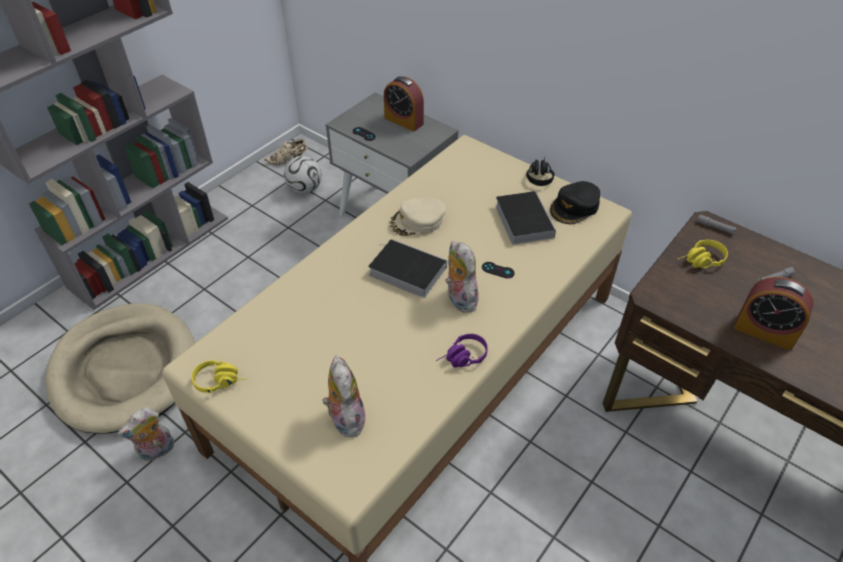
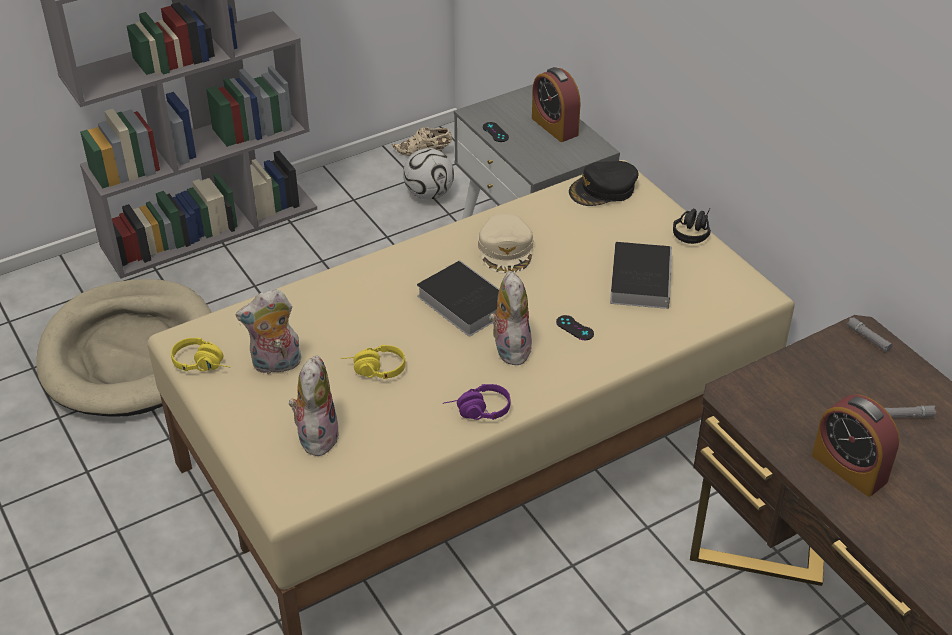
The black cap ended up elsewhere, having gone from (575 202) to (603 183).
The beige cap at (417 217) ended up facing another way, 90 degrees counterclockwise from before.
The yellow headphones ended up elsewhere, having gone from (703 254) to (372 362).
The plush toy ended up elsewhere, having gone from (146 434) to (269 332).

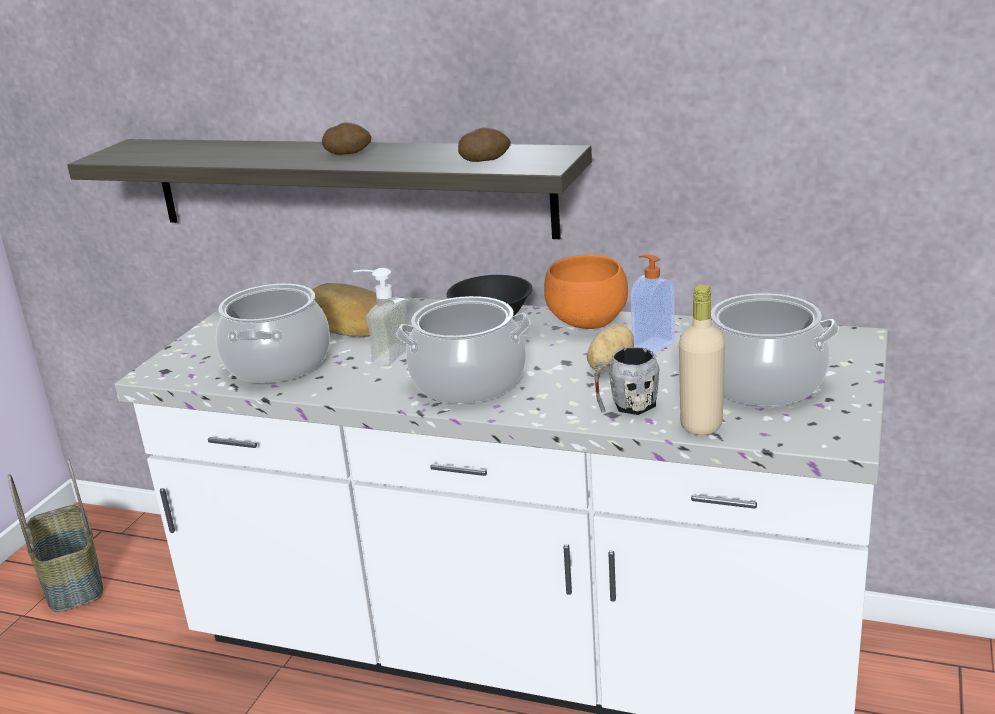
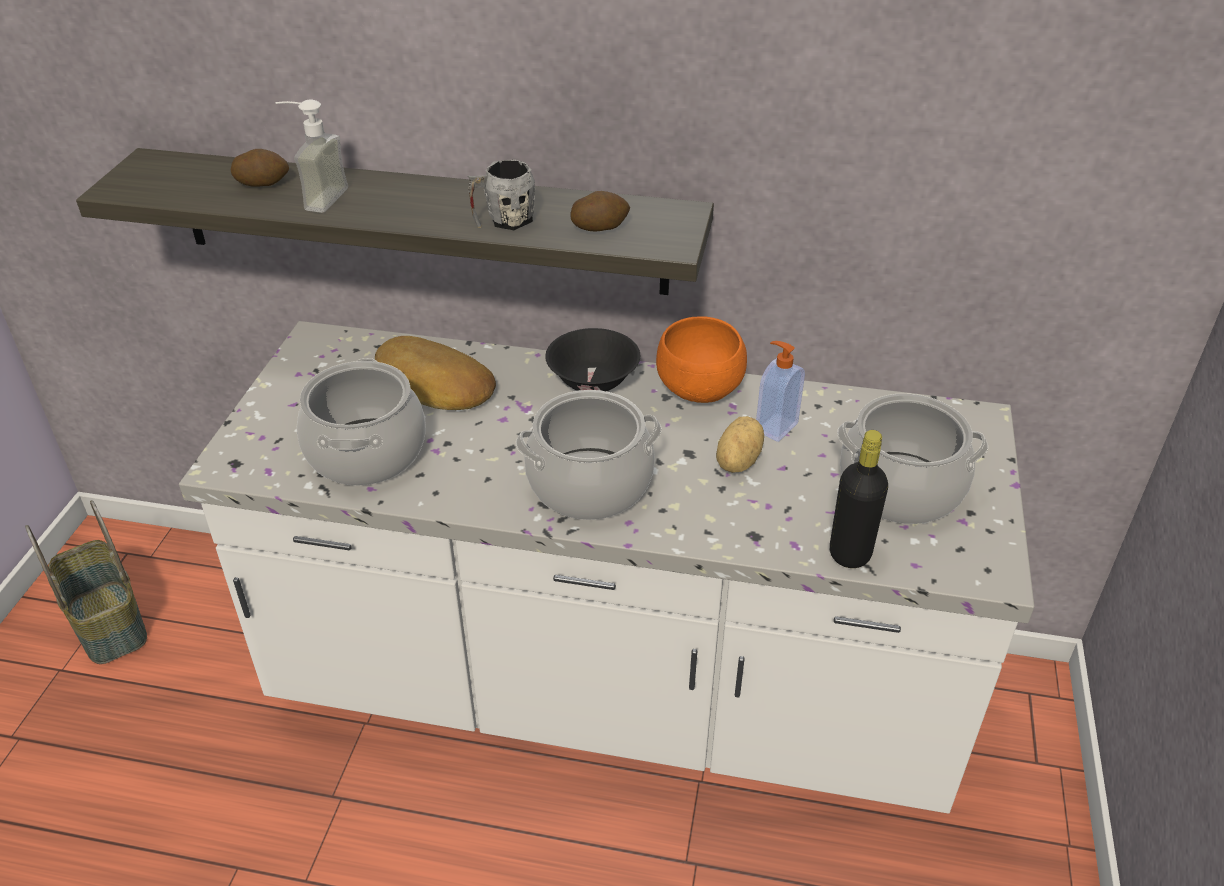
The potato ended up elsewhere, having gone from (346 138) to (260 168).
The soap dispenser ended up elsewhere, having gone from (381 316) to (312 156).
What was the beige bottle at (702 360) turned into the black bottle at (859 499).
The grey mug ended up elsewhere, having gone from (627 381) to (501 195).

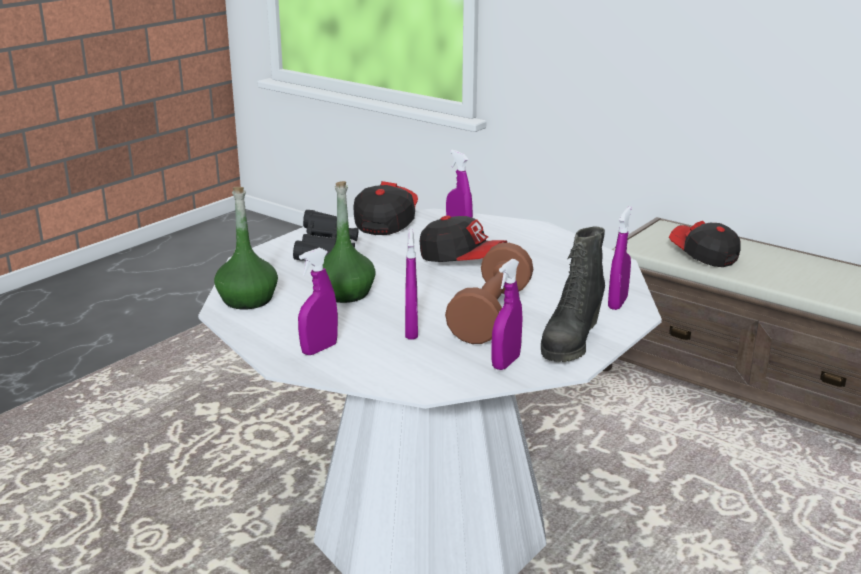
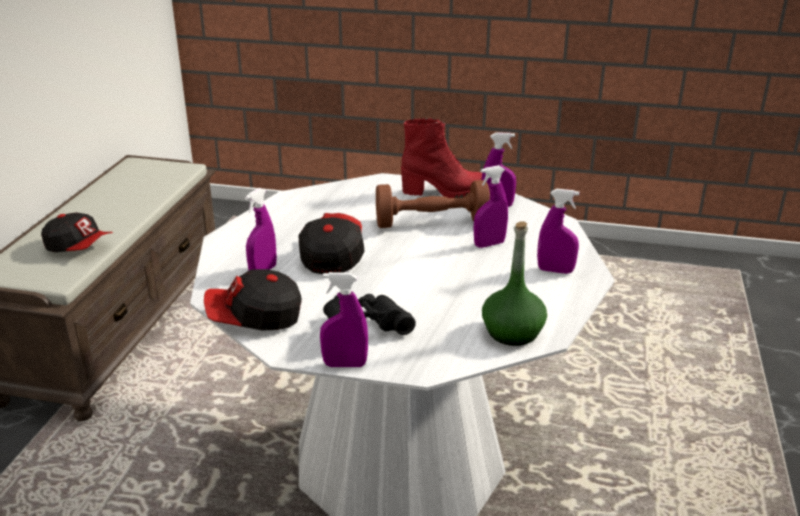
The second view lost the green bottle at (349 242).
The purple spray bottle ended up elsewhere, having gone from (620 258) to (344 319).
The cap at (705 244) ended up facing another way, 90 degrees counterclockwise from before.
What was the black boot at (573 294) turned into the red boot at (441 158).

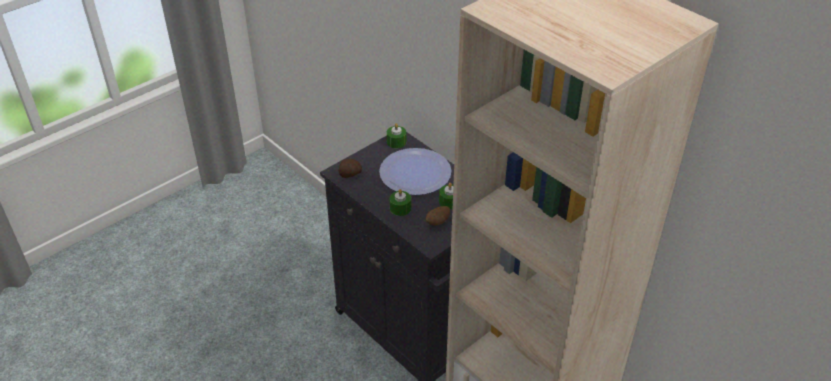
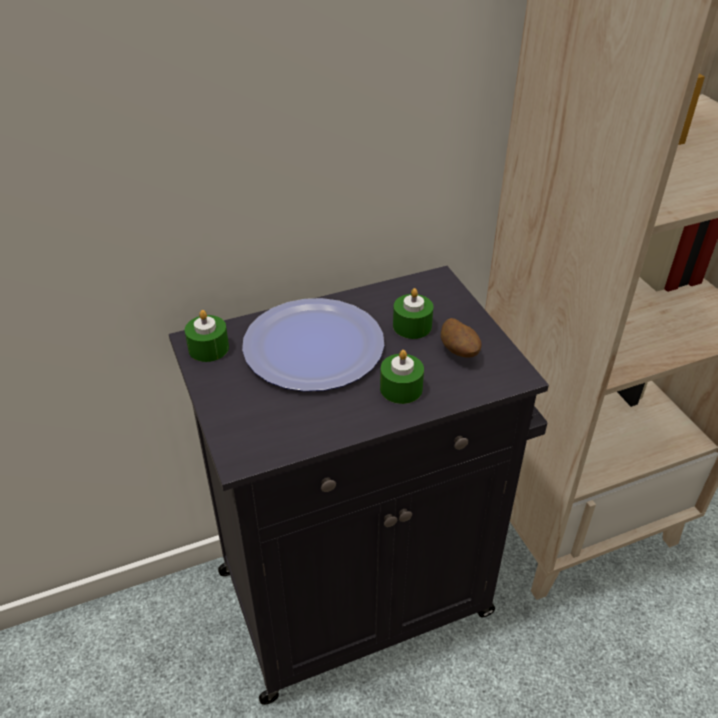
The second view lost the potato at (350 168).

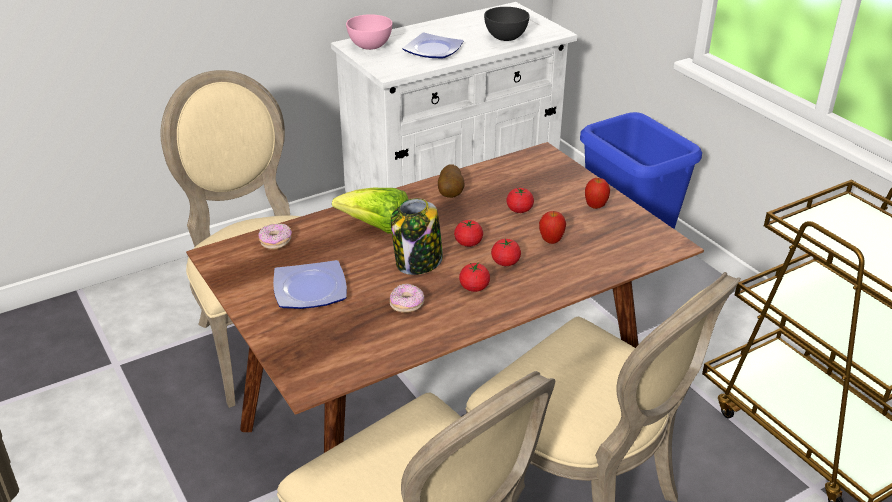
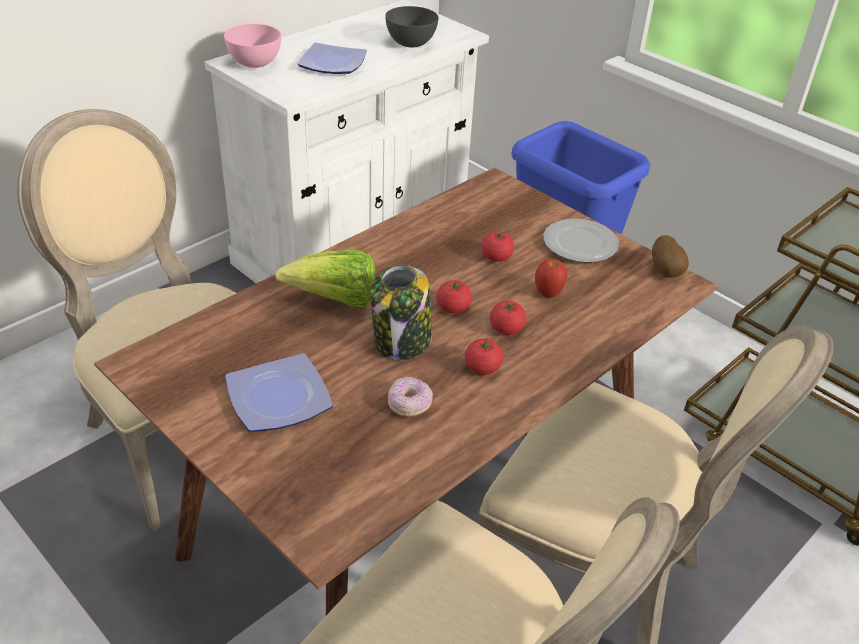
The potato ended up elsewhere, having gone from (451 181) to (670 256).
Where the apple stood at (597 193), the plate came to stand at (581 241).
The second view lost the donut at (275 237).

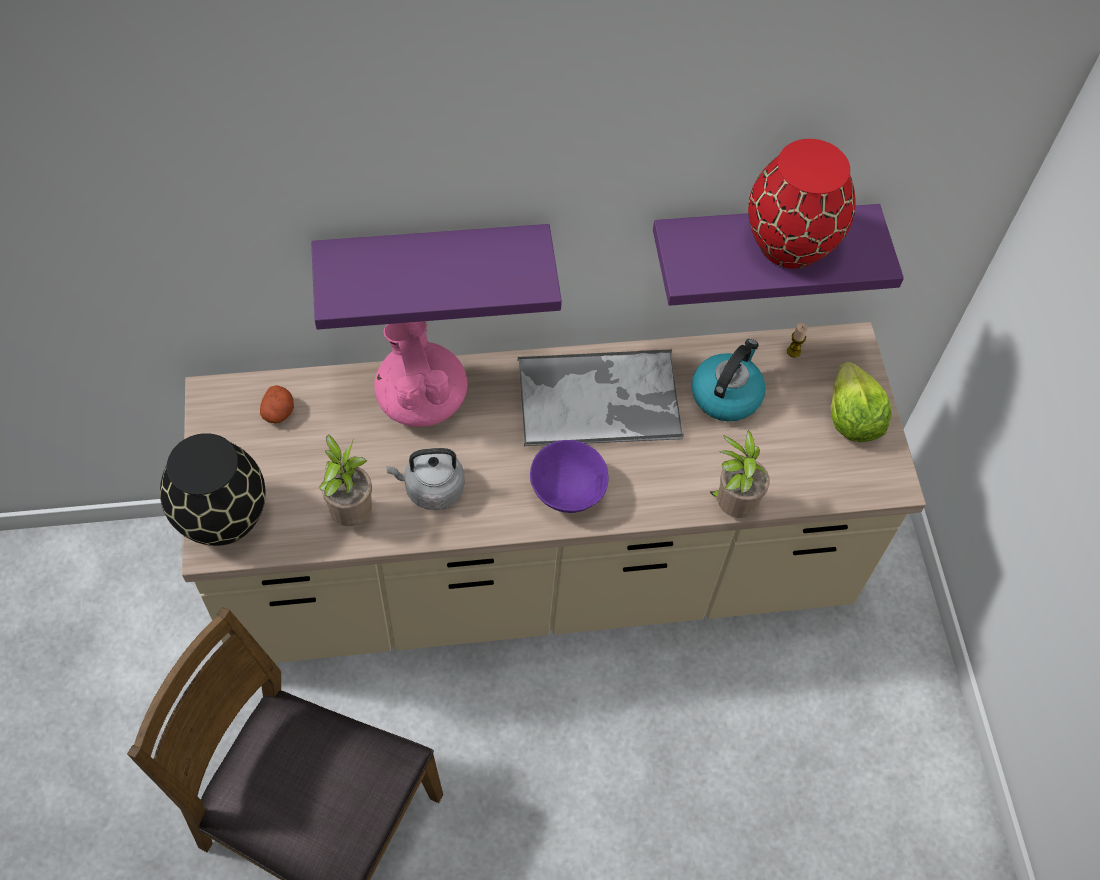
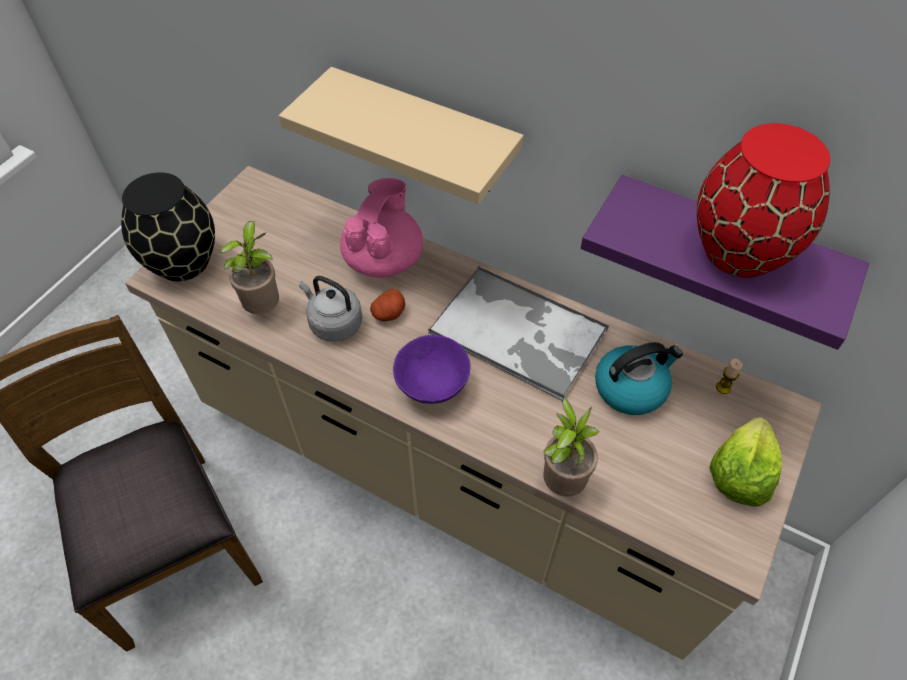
What was the purple shelf at (436 277) turned into the beige shelf at (401 135).
The potato ended up elsewhere, having gone from (277 404) to (387 305).

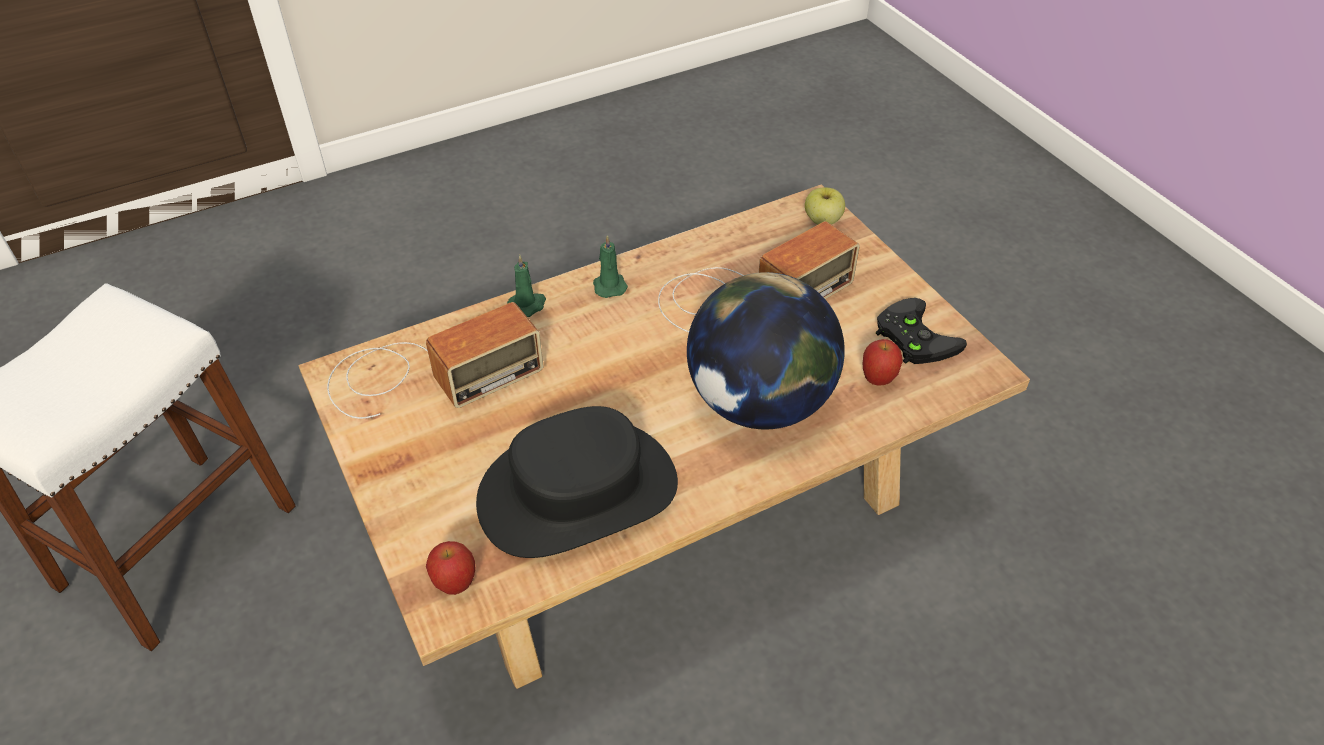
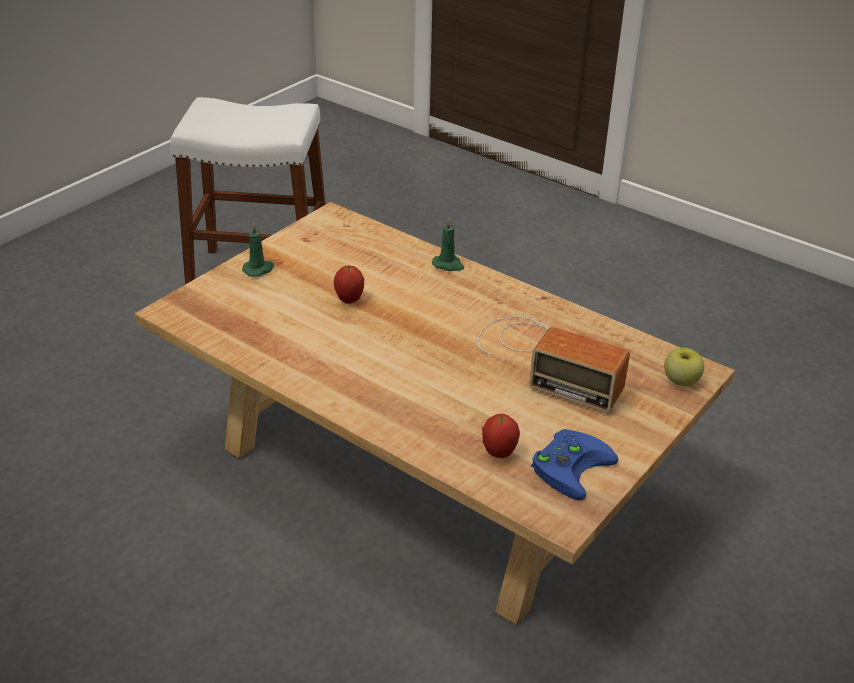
The green candle ended up elsewhere, having gone from (610 266) to (258 250).
The second view lost the globe at (766 351).
What was the black game controller at (921 331) turned into the blue game controller at (574 464).
The second view lost the radio at (435 360).
The second view lost the black hat at (577 482).
The apple ended up elsewhere, having gone from (451 568) to (349 284).

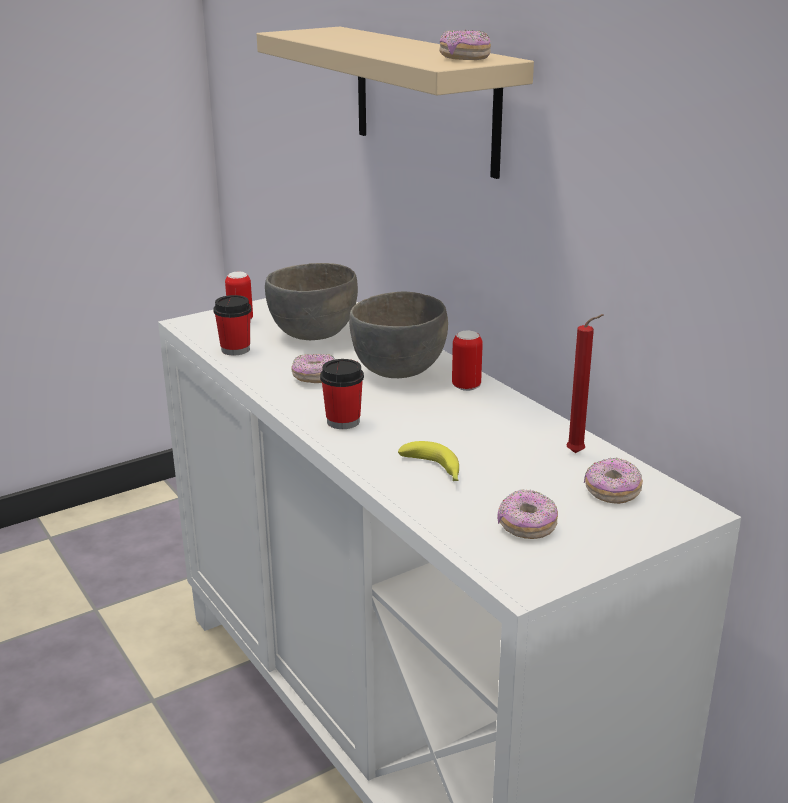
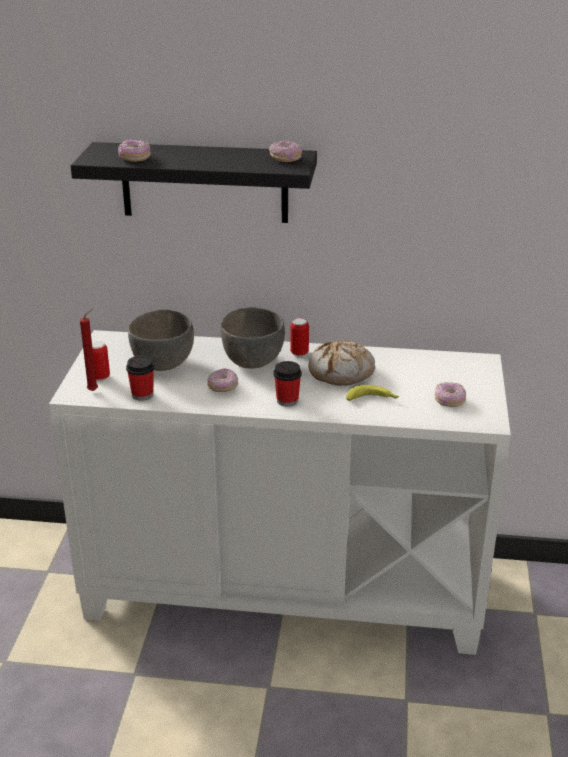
What was the beige shelf at (395 103) turned into the black shelf at (194 182).
The red candle ended up elsewhere, having gone from (585 383) to (89 350).
The donut ended up elsewhere, having gone from (613 481) to (134 150).
The second view gained the bread at (341 363).

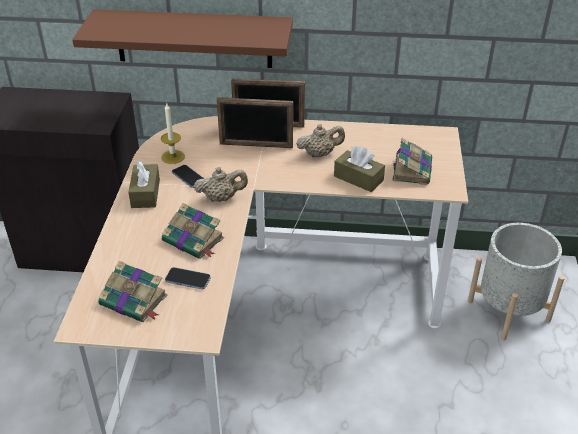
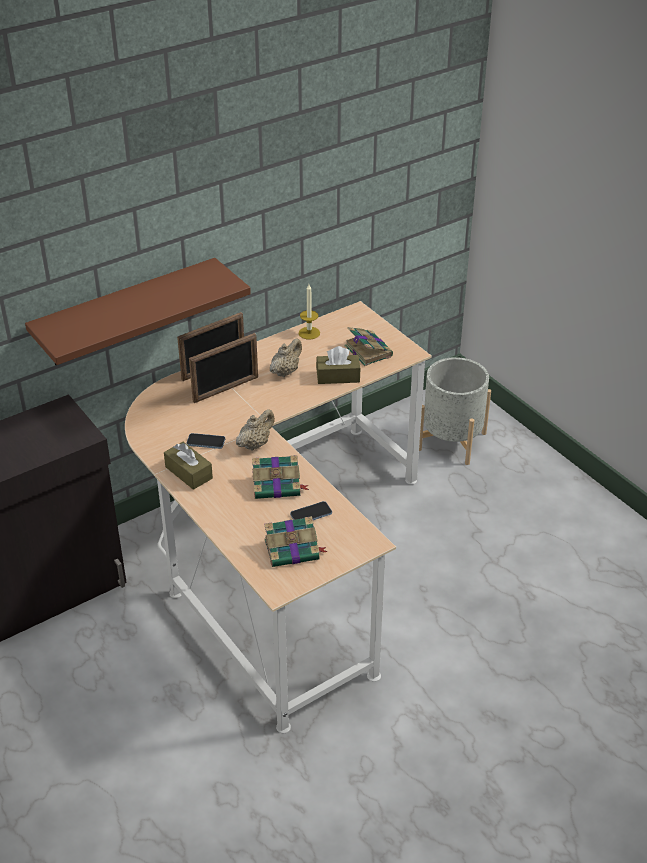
The candle ended up elsewhere, having gone from (173 134) to (309 312).

